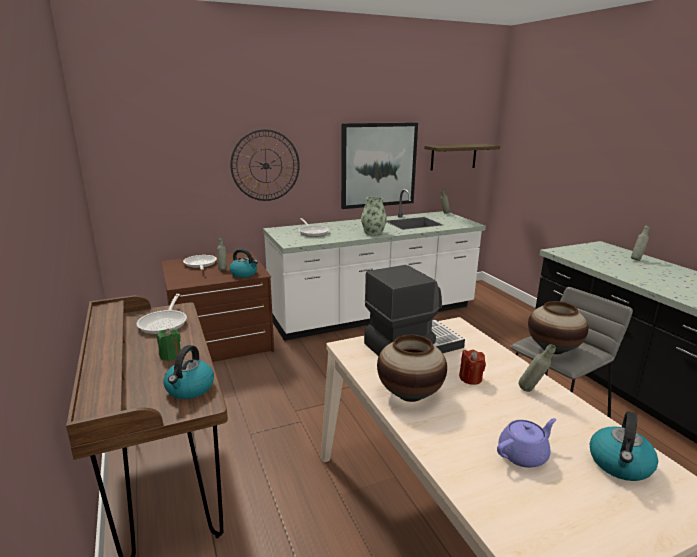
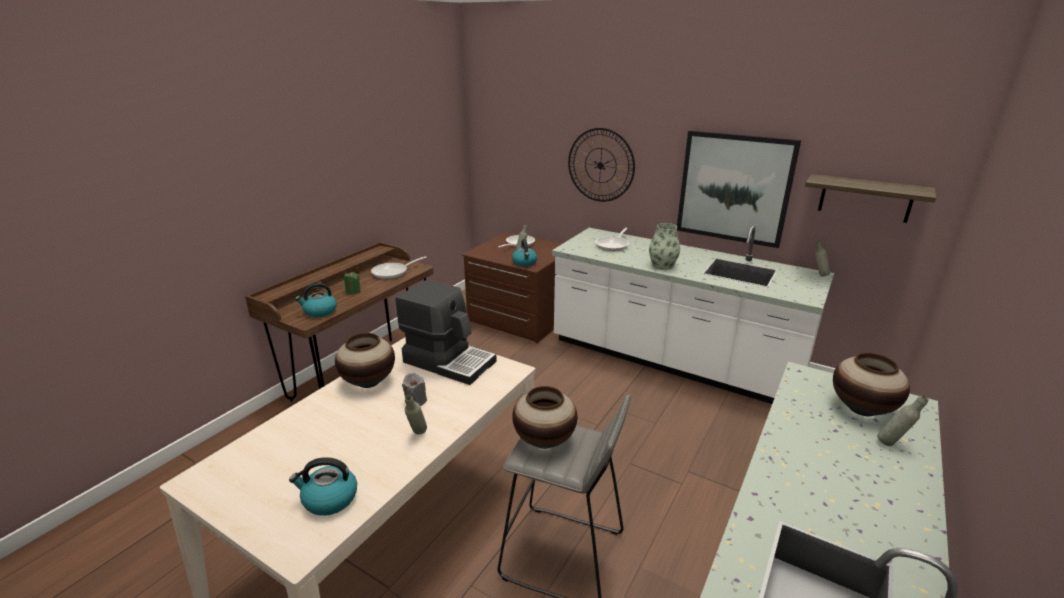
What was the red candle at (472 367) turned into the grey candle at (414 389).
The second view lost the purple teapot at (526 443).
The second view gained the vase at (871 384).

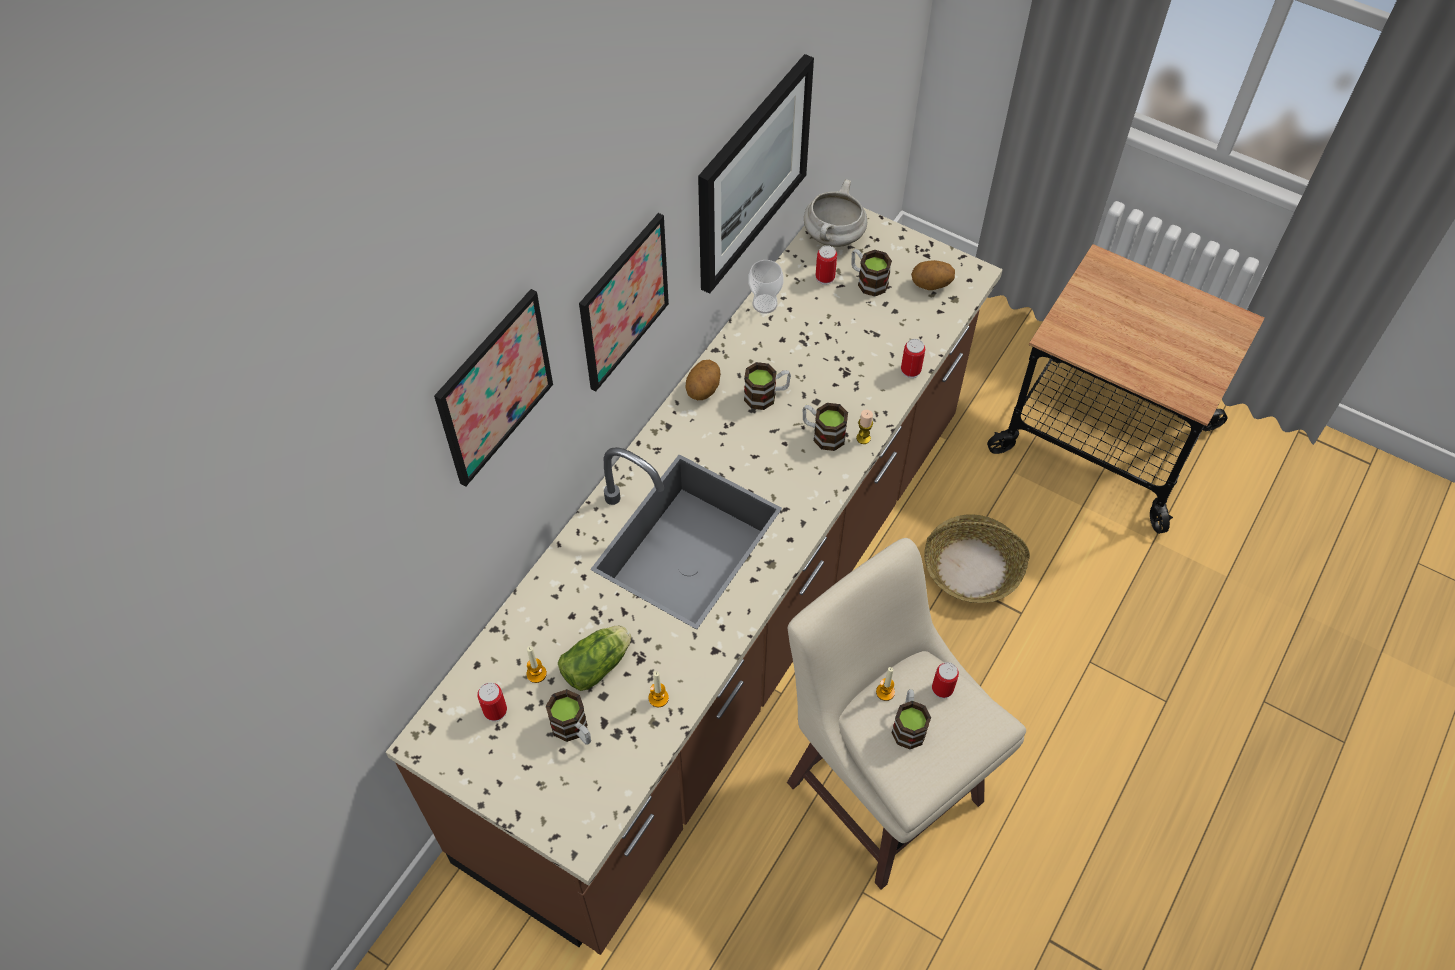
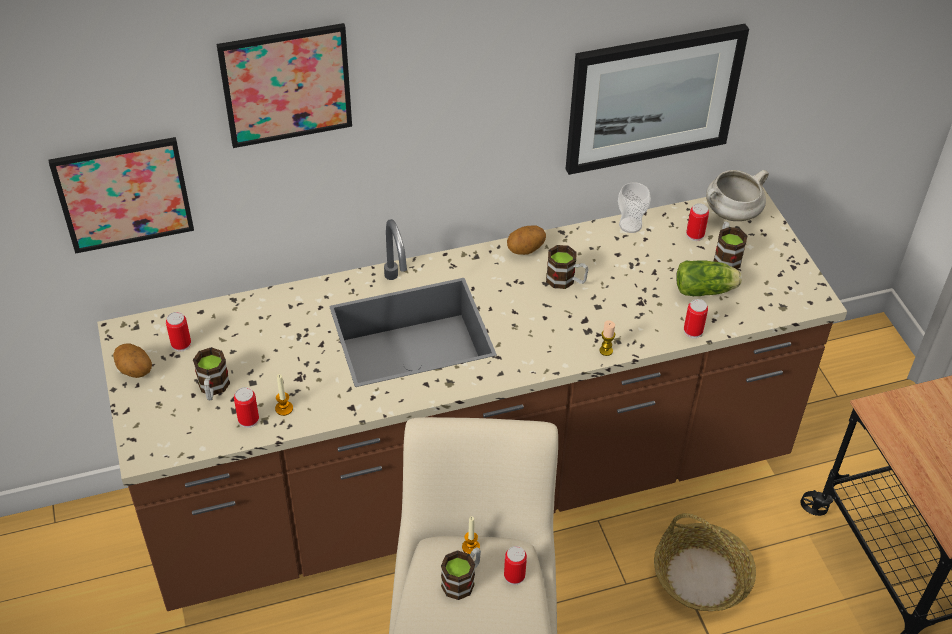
The picture ended up elsewhere, having gone from (624 302) to (121 195).
The potato ended up elsewhere, having gone from (933 275) to (132 360).
The second view lost the mug at (825 427).
The lettuce ended up elsewhere, having gone from (594 658) to (709 278).
The second view lost the candle at (537 664).
The second view gained the can at (246 407).

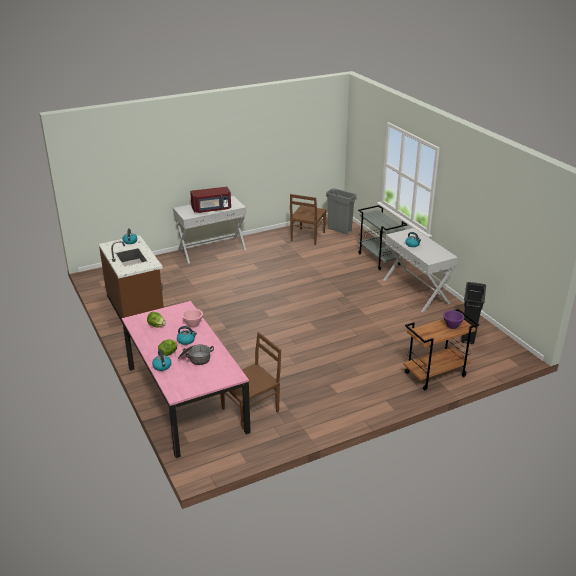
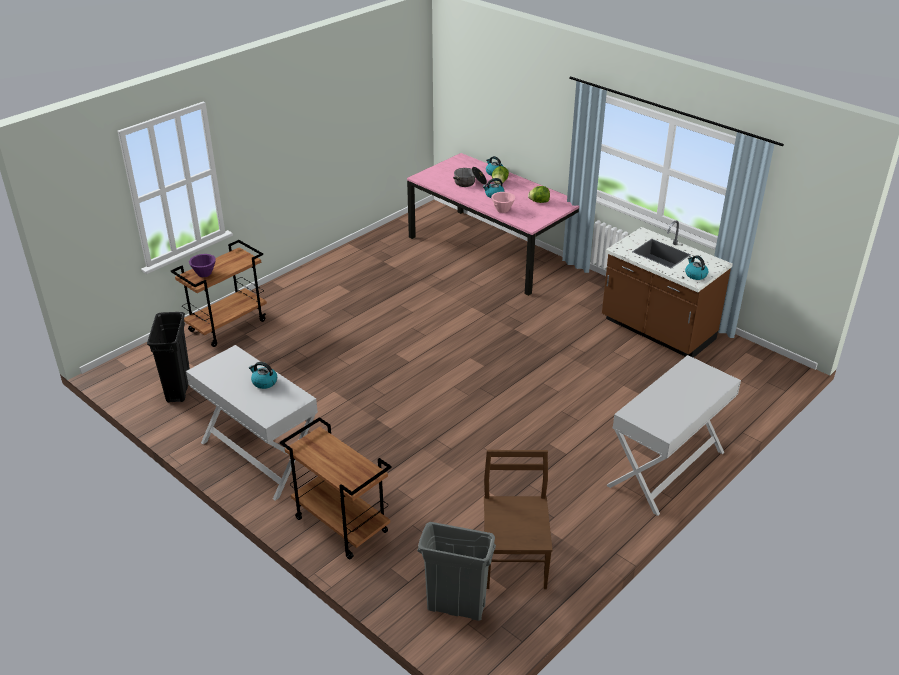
The second view lost the red microwave at (210 200).
What was the grey cart at (383 237) turned into the brown cart at (336 488).
The second view lost the brown chair at (250 380).

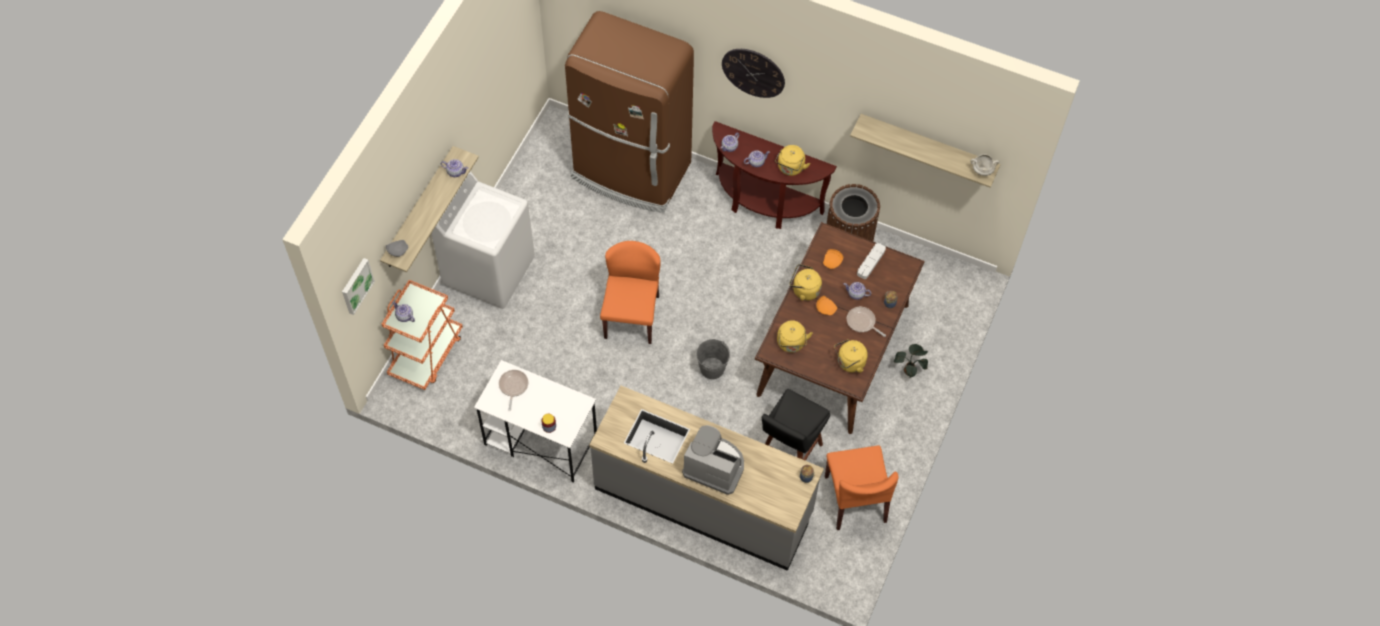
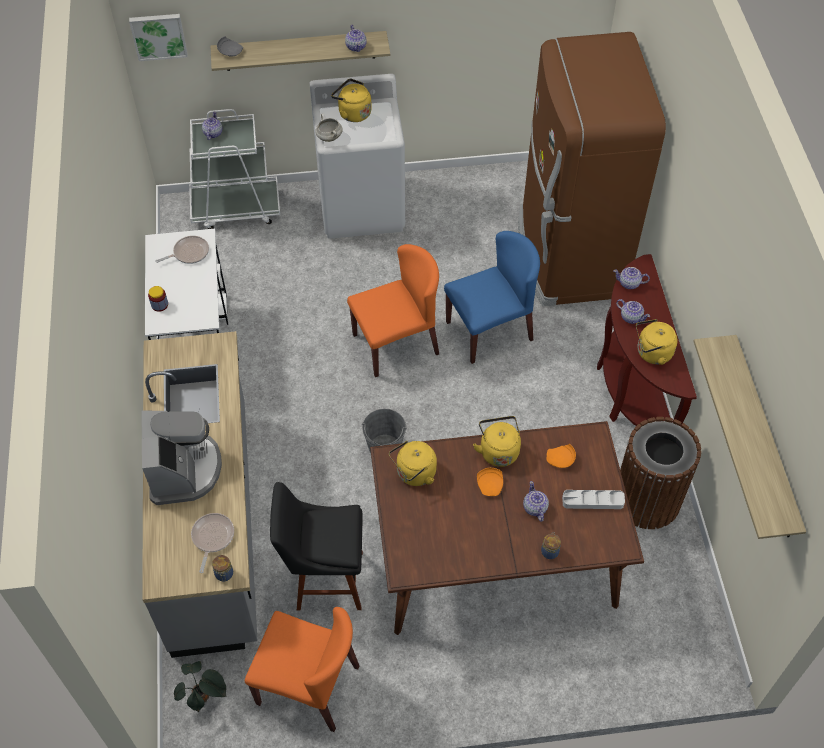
The second view lost the wall clock at (753 73).
The white cooking pot ended up elsewhere, having gone from (985 165) to (329 128).
What was the orange cart at (422 335) turned into the white cart at (234 169).
The frying pan ended up elsewhere, having gone from (866 322) to (212 543).
The yellow kettle ended up elsewhere, having gone from (851 356) to (351 100).
The potted plant ended up elsewhere, having gone from (911 361) to (200 686).
The orange chair at (861 488) ended up facing another way, 120 degrees counterclockwise from before.
The second view gained the blue chair at (492 297).

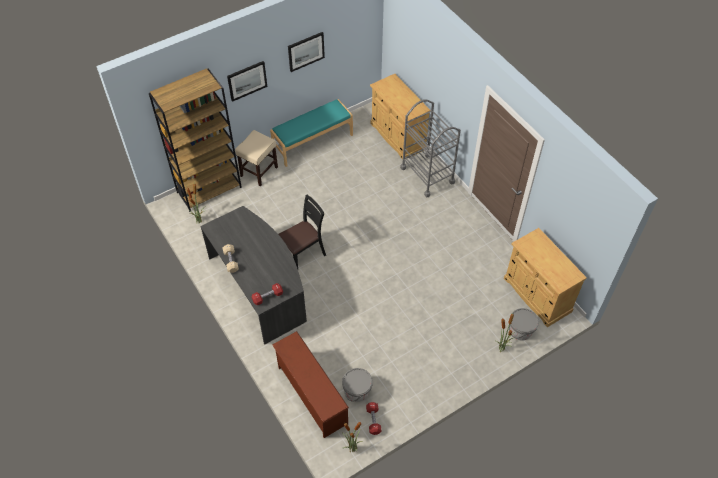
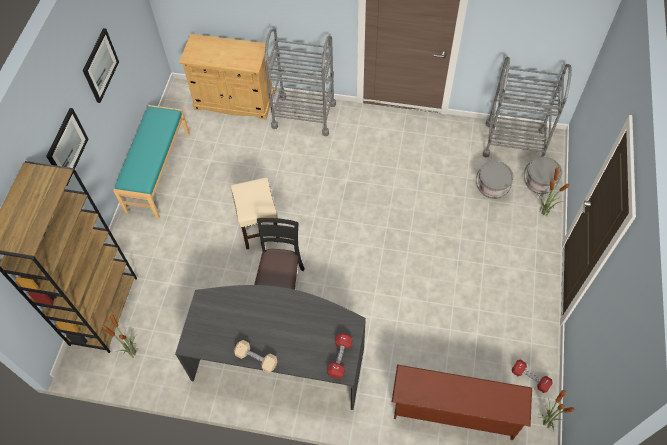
The beige stool ended up elsewhere, having gone from (256 158) to (255 213).
Where the beige cabinet stood at (545 277), the grey cart came to stand at (527 107).
The grey bucket ended up elsewhere, having gone from (357 385) to (494 180).

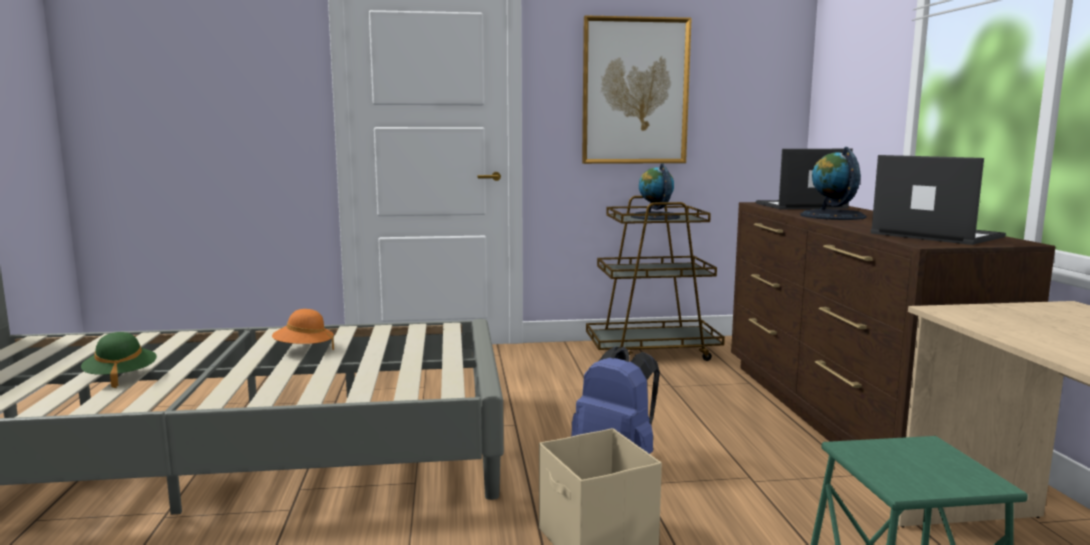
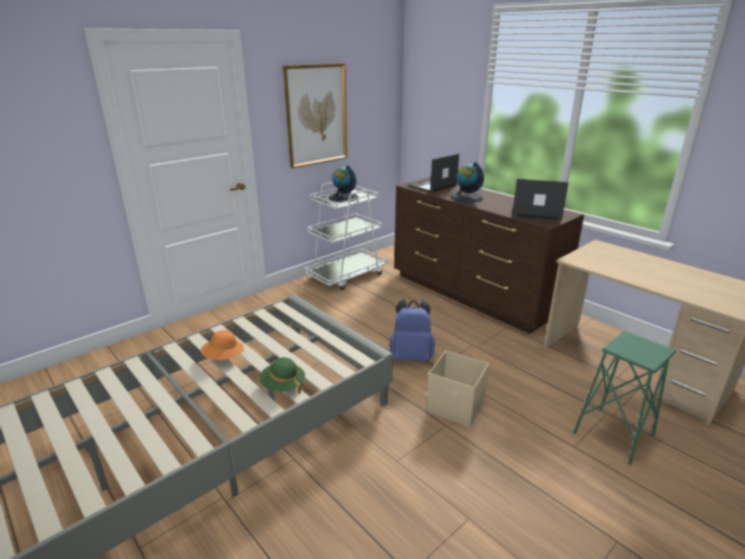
What was the brown cart at (655 278) turned into the white cart at (345 236).
The green hat ended up elsewhere, having gone from (119 360) to (282 375).

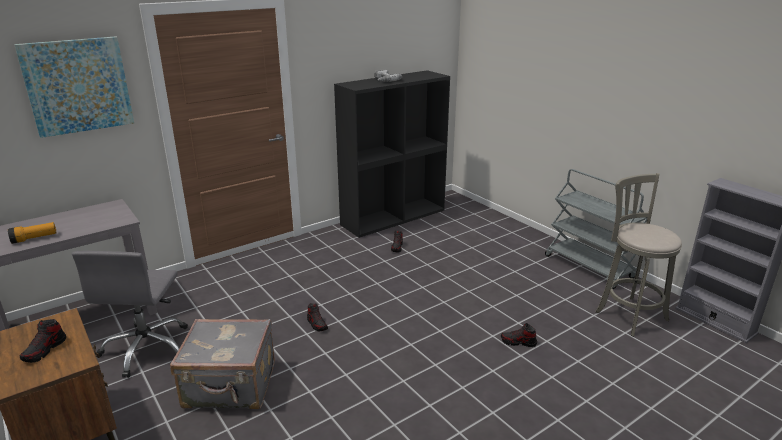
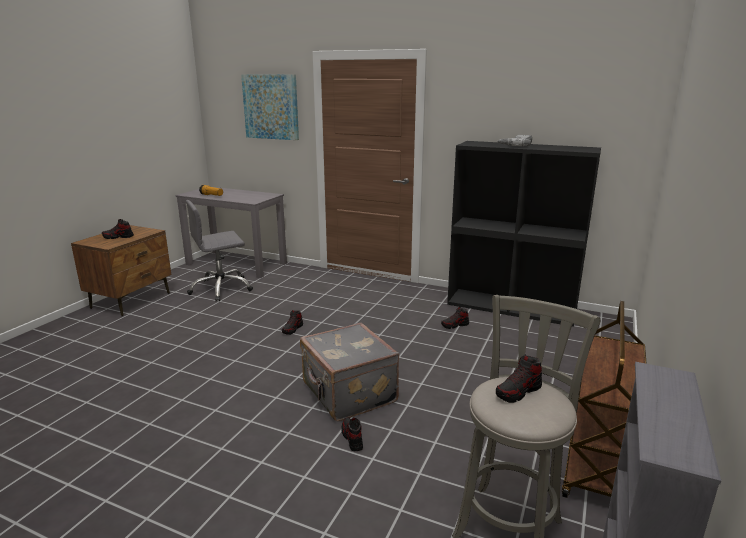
What was the grey cart at (596 229) turned into the brown cart at (604 399).
The grey suitcase ended up elsewhere, having gone from (222 364) to (349 372).
The second view gained the shoe at (519 379).

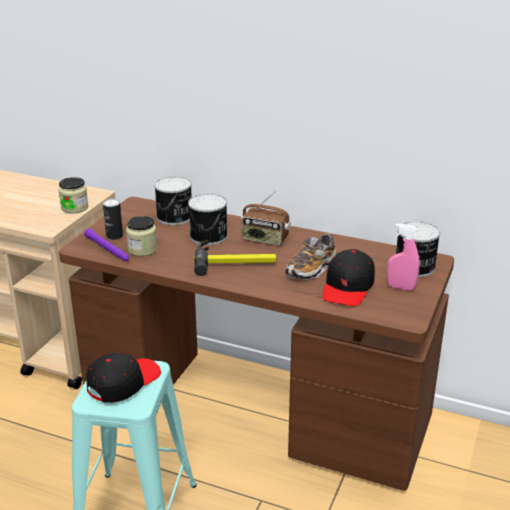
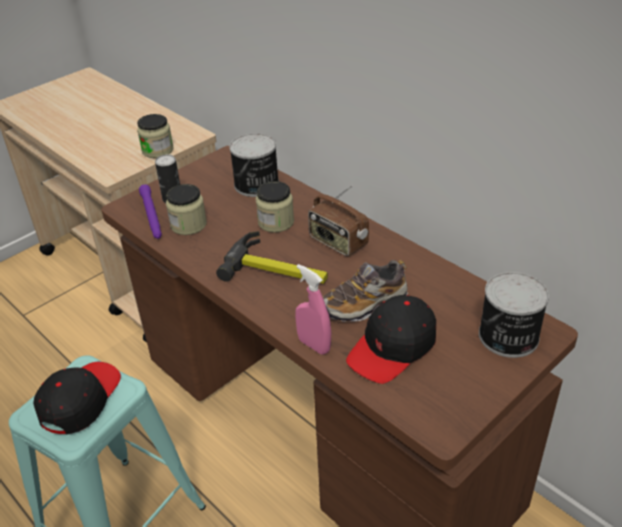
Where the can stood at (208 219), the jar came to stand at (275 207).
The pink spray bottle ended up elsewhere, having gone from (403 257) to (313 309).
The black cap at (123 377) ended up facing another way, 45 degrees counterclockwise from before.

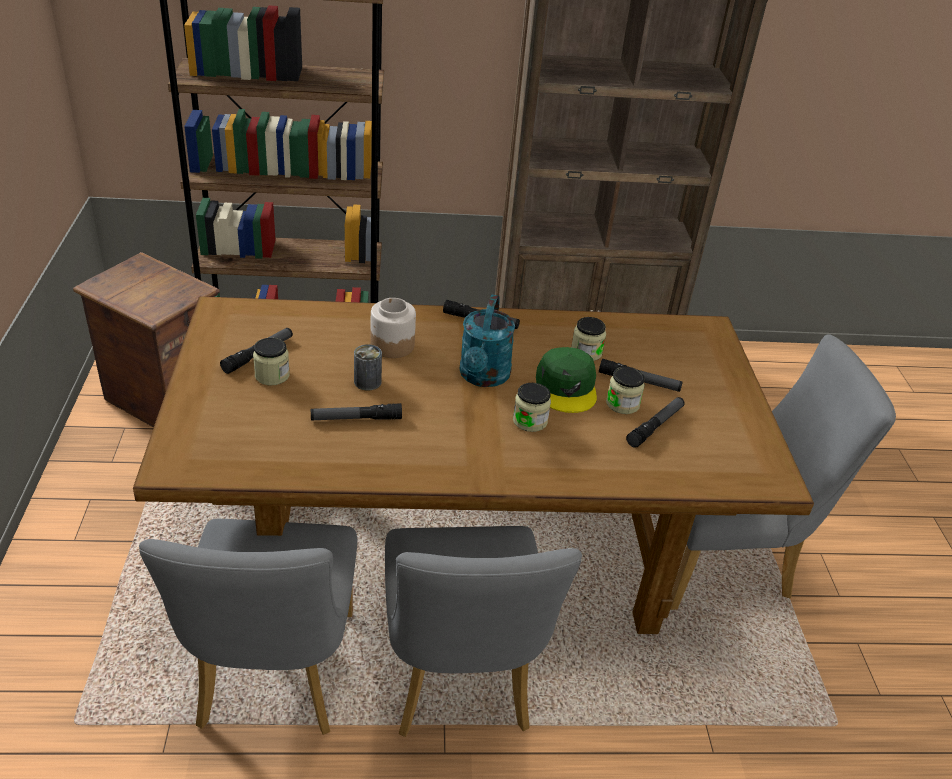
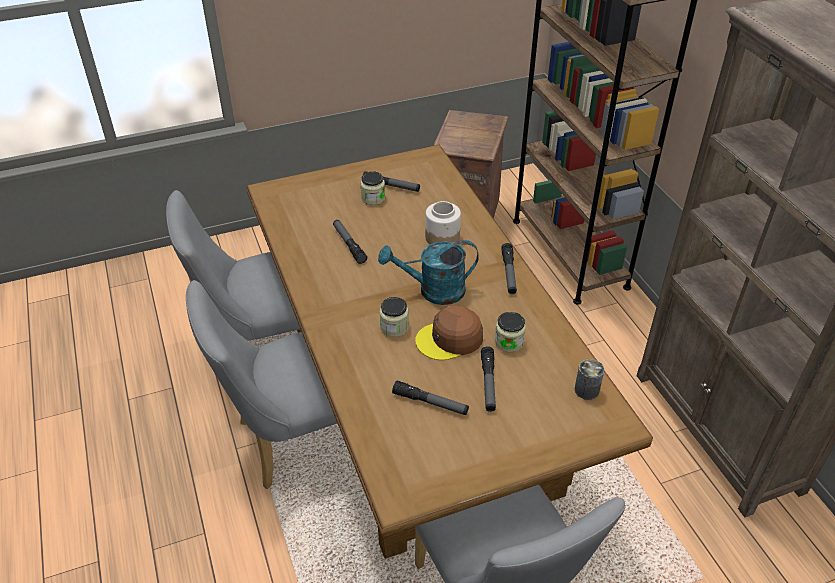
The can ended up elsewhere, having gone from (368 367) to (589 379).
What was the green cap at (566 380) turned into the brown cap at (449 332).
The second view lost the jar at (625 390).

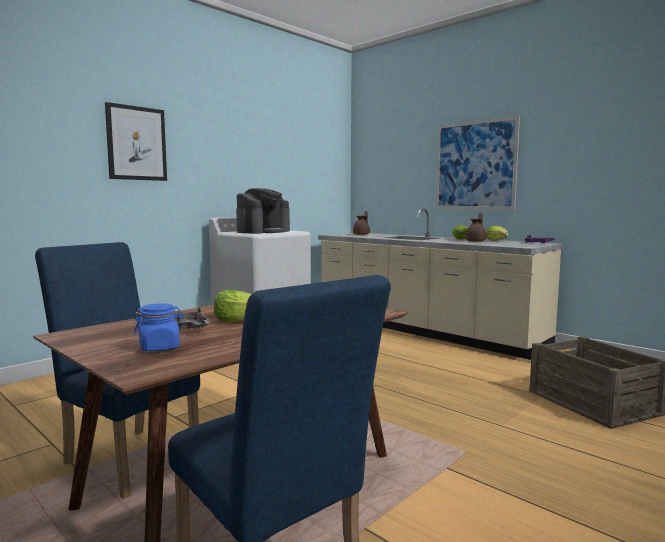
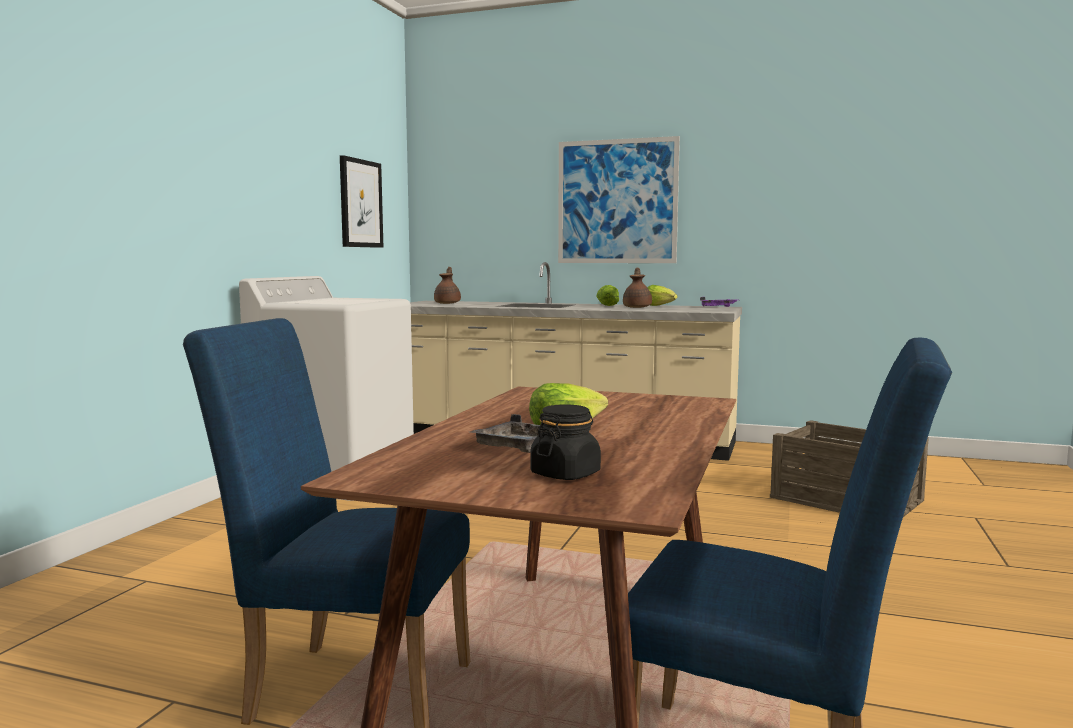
The picture ended up elsewhere, having gone from (136 141) to (362 201).
The second view lost the coffee machine at (263 211).
What was the blue jar at (159 327) turned into the black jar at (565 442).

